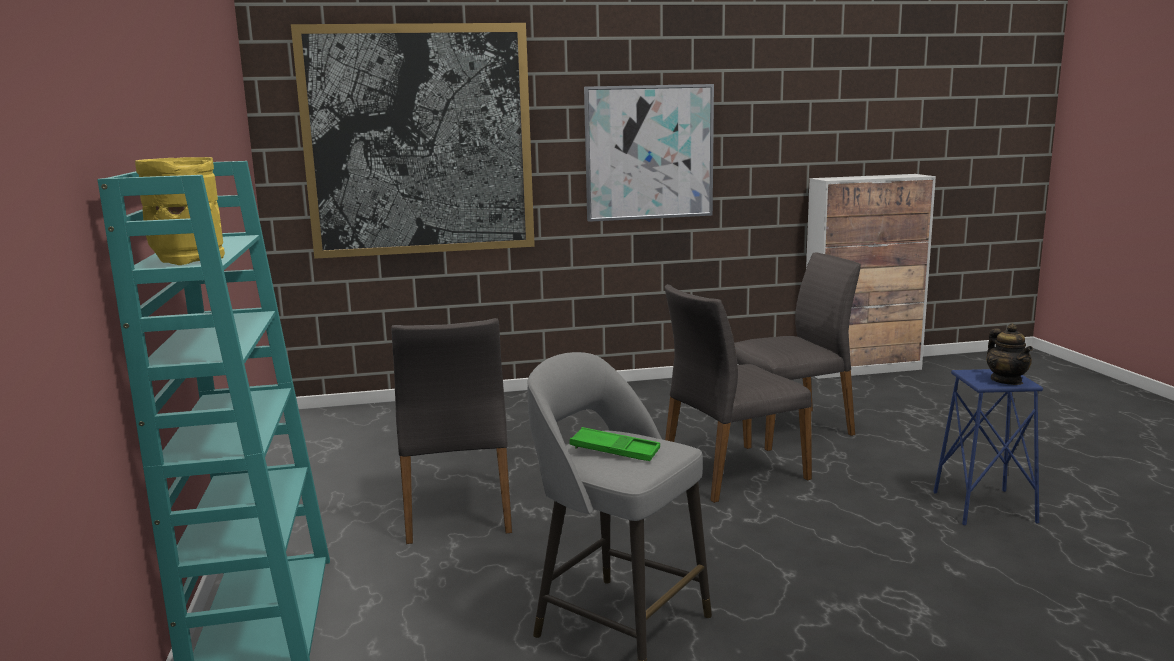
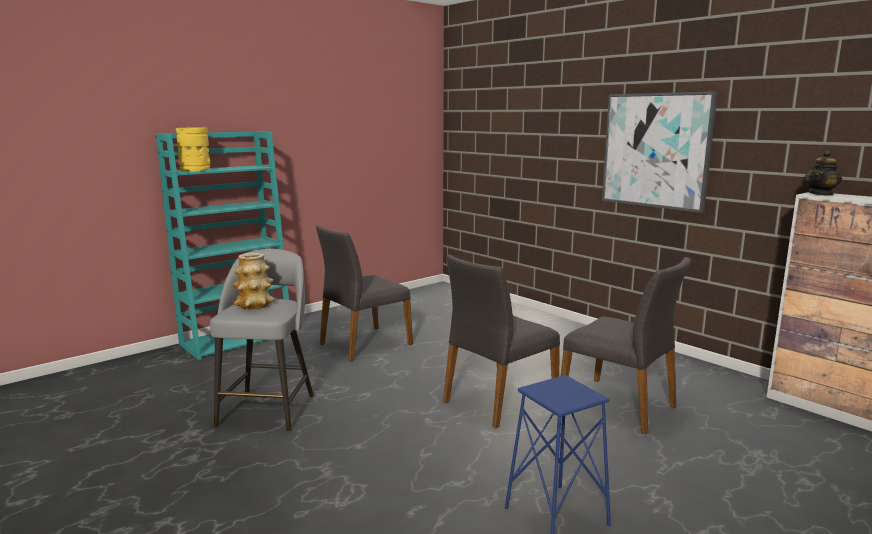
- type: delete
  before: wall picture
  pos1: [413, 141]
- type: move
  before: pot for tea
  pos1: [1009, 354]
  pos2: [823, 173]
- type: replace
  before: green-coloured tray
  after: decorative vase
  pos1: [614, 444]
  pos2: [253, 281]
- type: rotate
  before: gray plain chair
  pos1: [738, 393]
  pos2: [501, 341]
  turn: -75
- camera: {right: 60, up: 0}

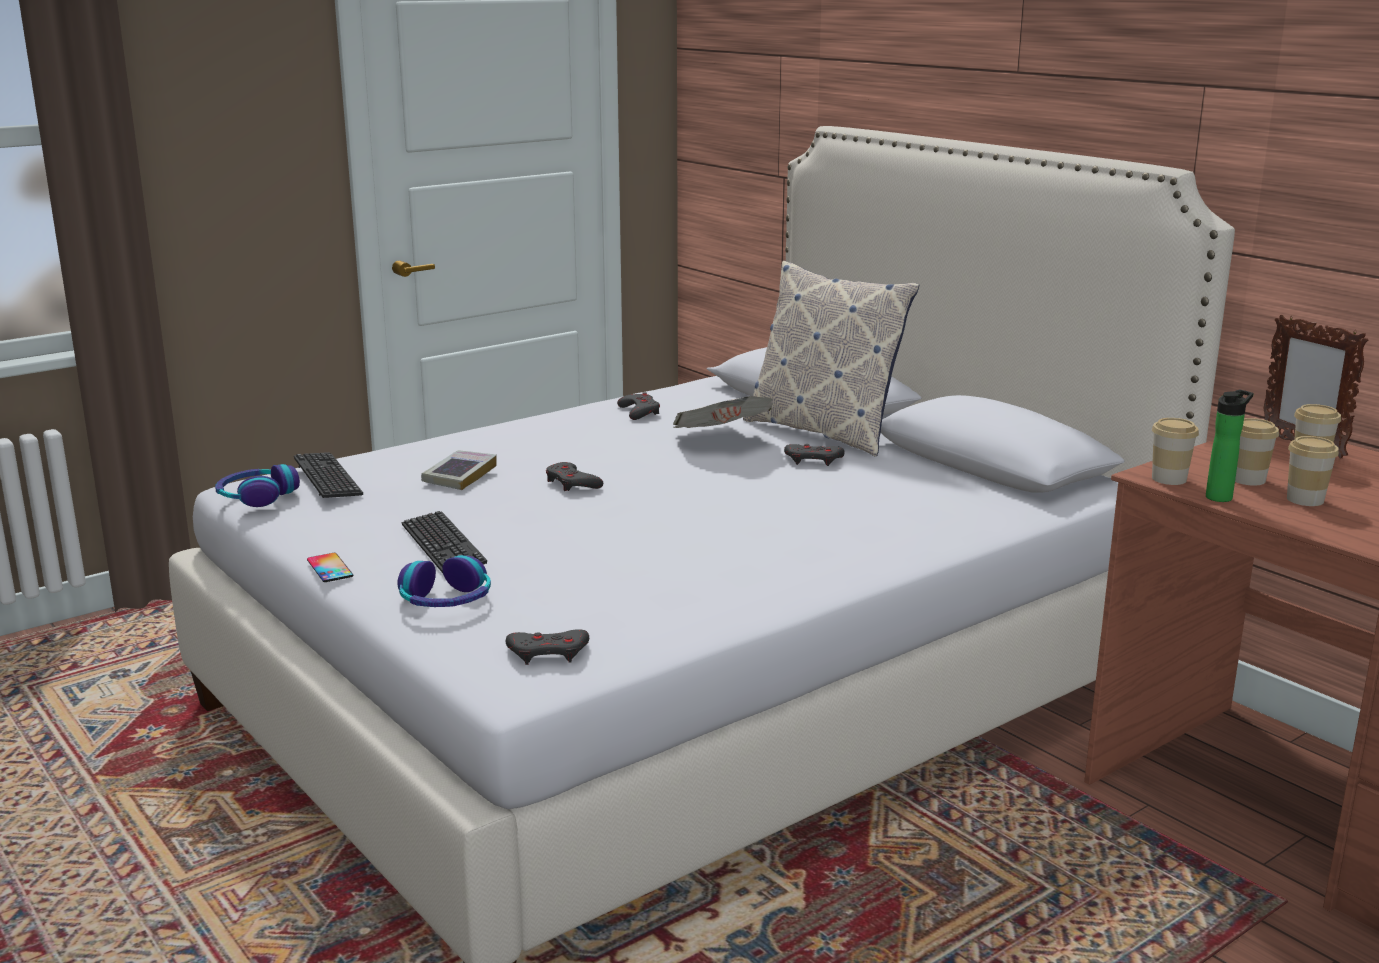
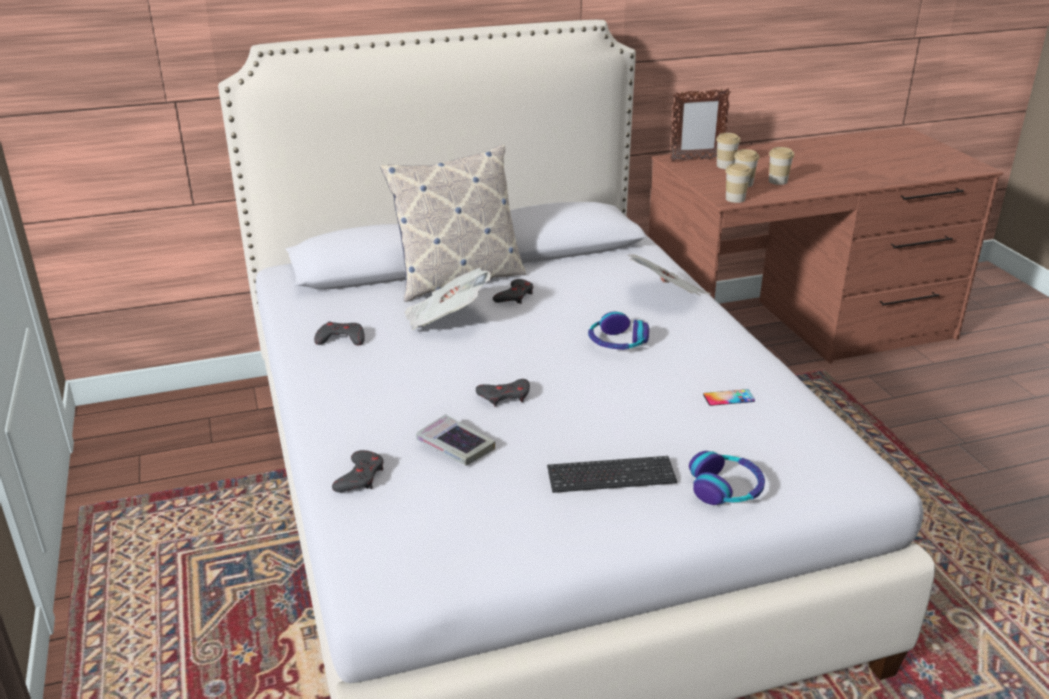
- type: delete
  before: PC keyboard
  pos1: [328, 475]
- type: delete
  before: beverage bottle
  pos1: [1229, 445]
- type: insert
  after: printed paper
  pos2: [669, 275]
- type: move
  before: pair of headphones
  pos1: [257, 485]
  pos2: [618, 330]
- type: move
  before: handset
  pos1: [330, 567]
  pos2: [729, 397]
- type: move
  before: gray joypad
  pos1: [547, 647]
  pos2: [358, 471]
- camera: {right: -70, up: 10}

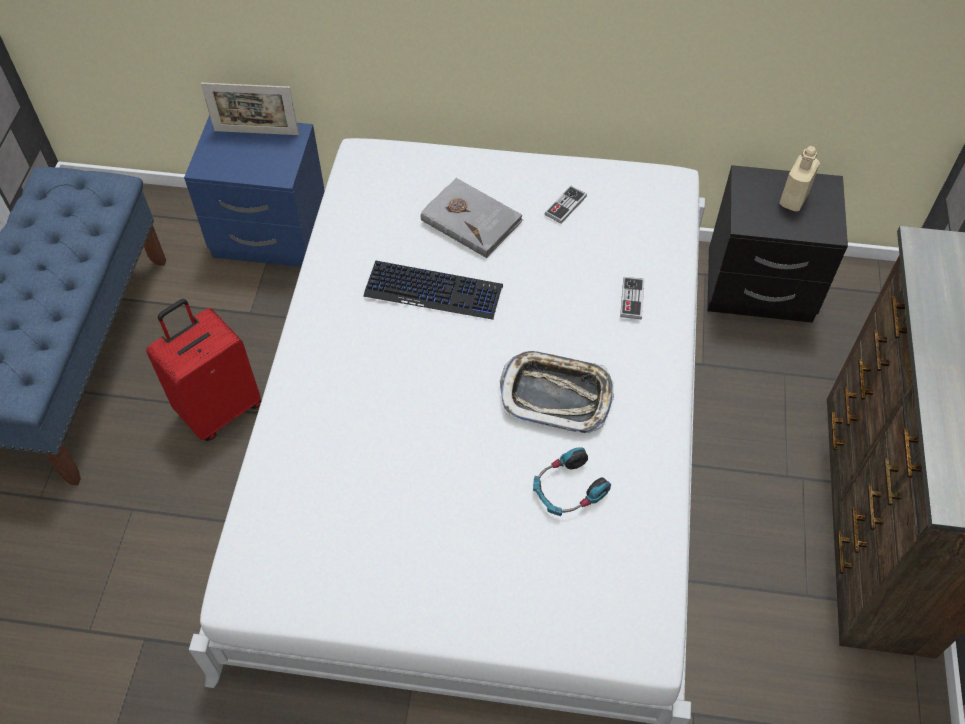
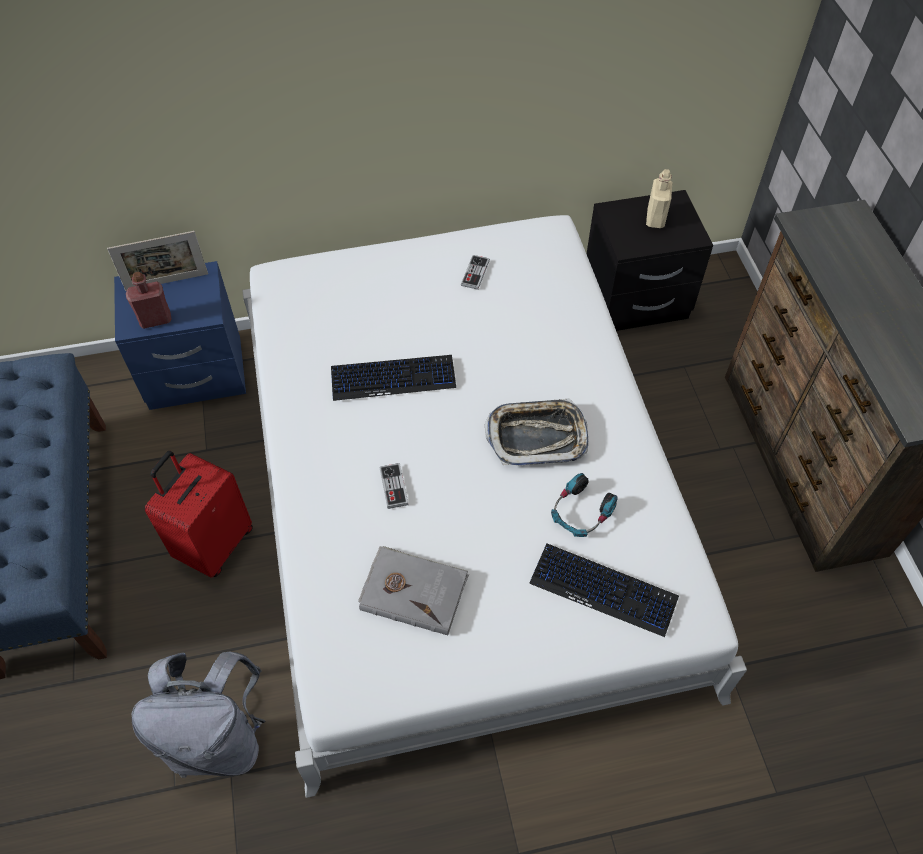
- type: insert
  after: red beverage bottle
  pos2: [149, 300]
- type: insert
  after: gray knapsack
  pos2: [198, 715]
- type: insert
  after: PC keyboard
  pos2: [604, 590]
- type: move
  before: gray volume
  pos1: [472, 218]
  pos2: [413, 590]
- type: move
  before: joypad
  pos1: [632, 298]
  pos2: [394, 486]
- camera: {right: -20, up: 0}

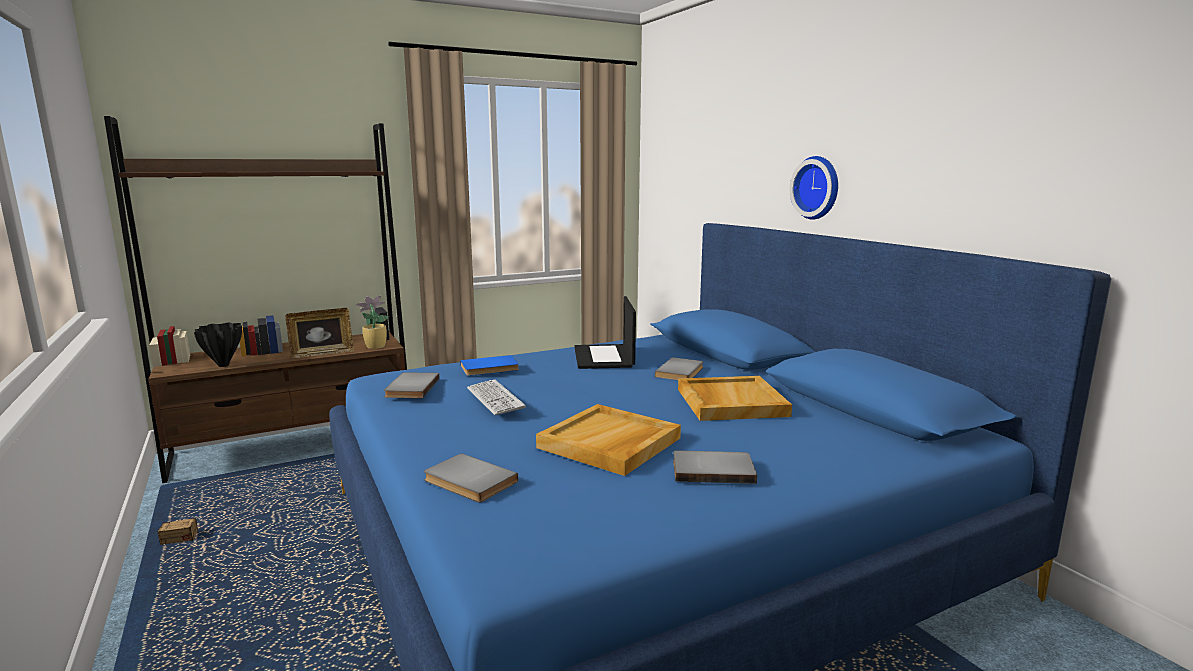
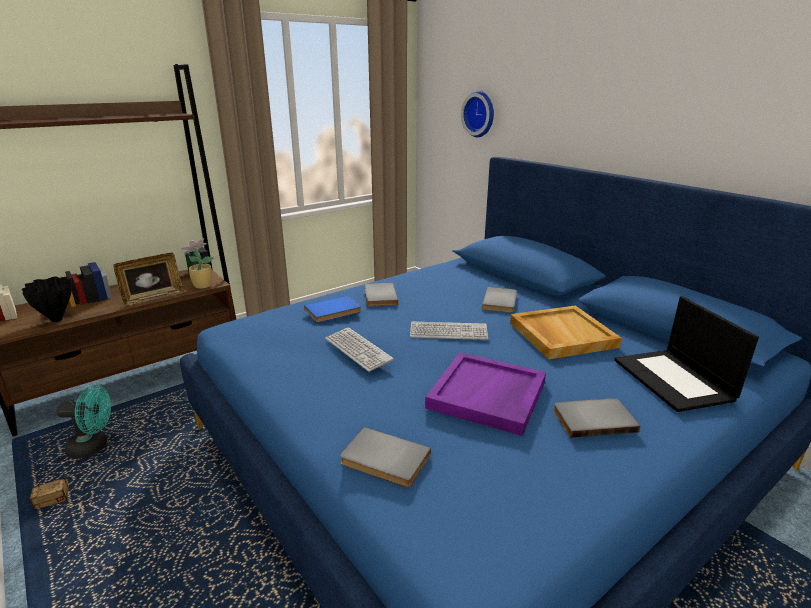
- type: insert
  after: turquoise fan
  pos2: [83, 421]
- type: insert
  after: PC keyboard
  pos2: [449, 331]
- type: move
  before: gray volume
  pos1: [412, 385]
  pos2: [381, 295]
- type: move
  before: portable computer
  pos1: [605, 332]
  pos2: [686, 354]
- type: move
  before: wall clock
  pos1: [814, 188]
  pos2: [477, 114]
- type: recolor
  before: beige tray
  after: purple-coloured tray
  pos1: [608, 440]
  pos2: [485, 394]
- camera: {right: -10, up: 10}

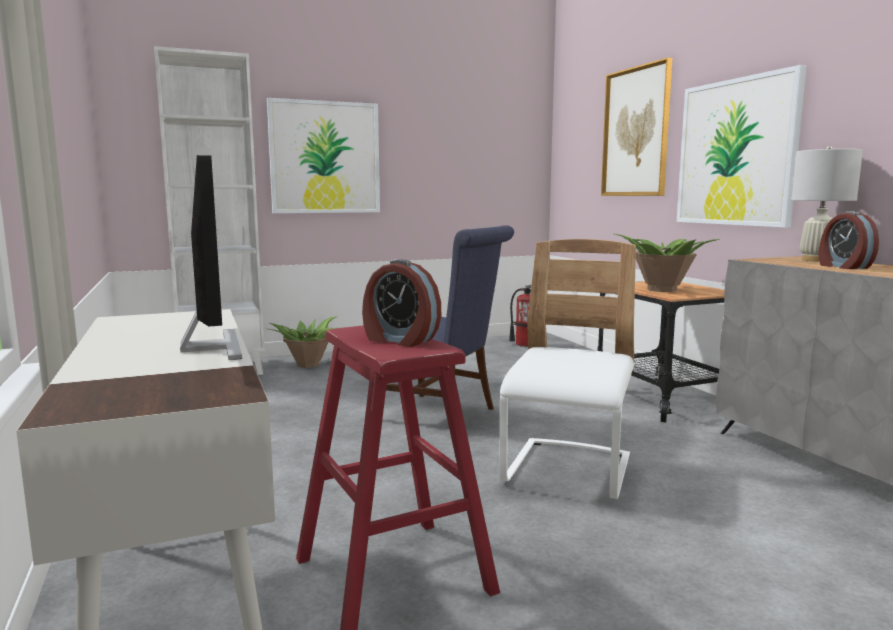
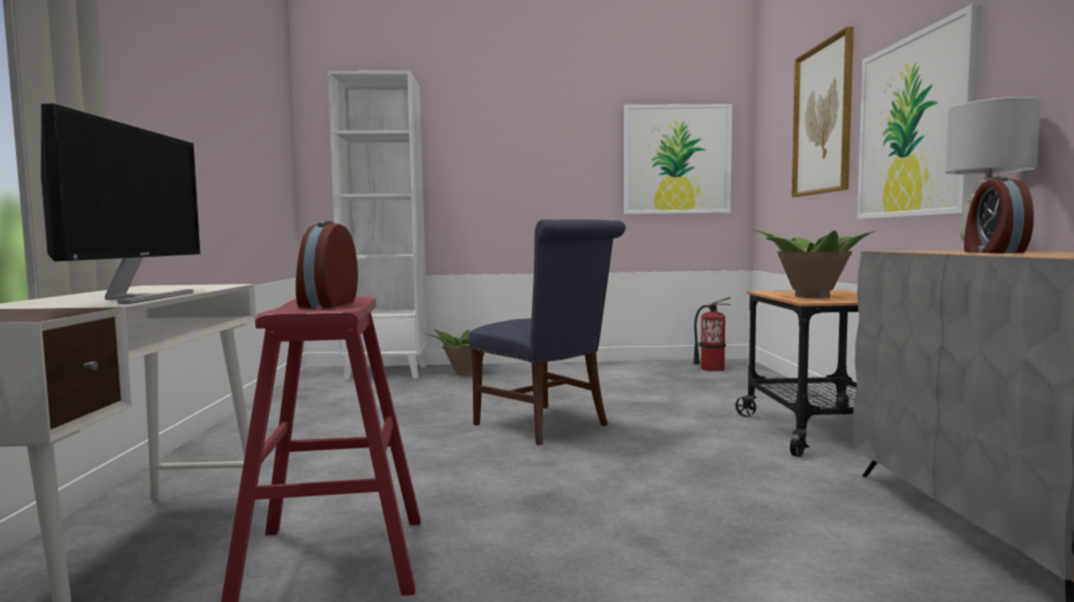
- type: delete
  before: whitish plain chair
  pos1: [567, 369]
- type: move
  before: wall picture
  pos1: [323, 155]
  pos2: [678, 159]
- type: rotate
  before: bedside clock
  pos1: [401, 303]
  pos2: [327, 264]
  turn: 45
- camera: {right: 20, up: -5}

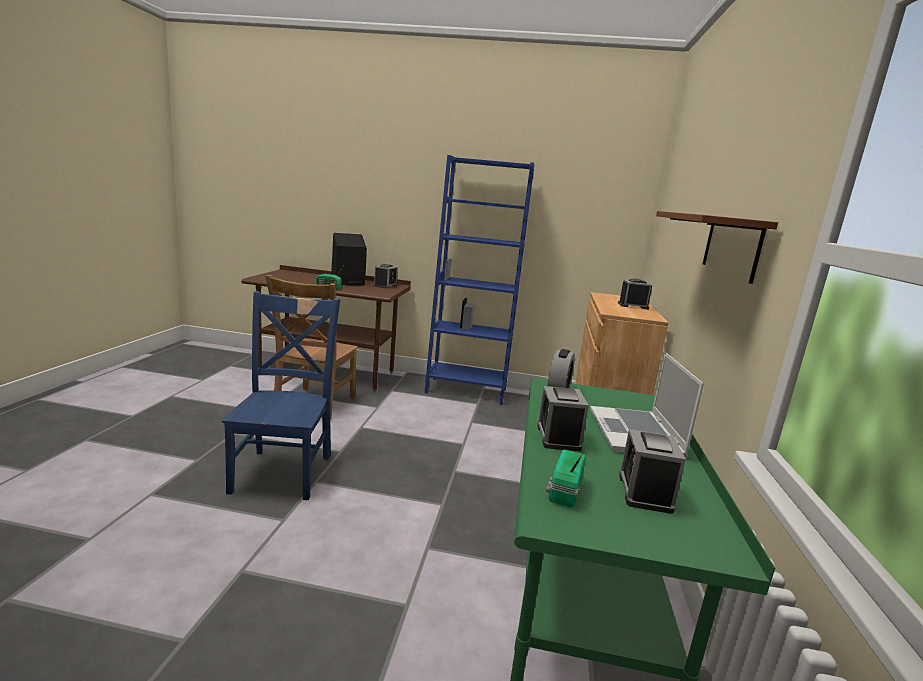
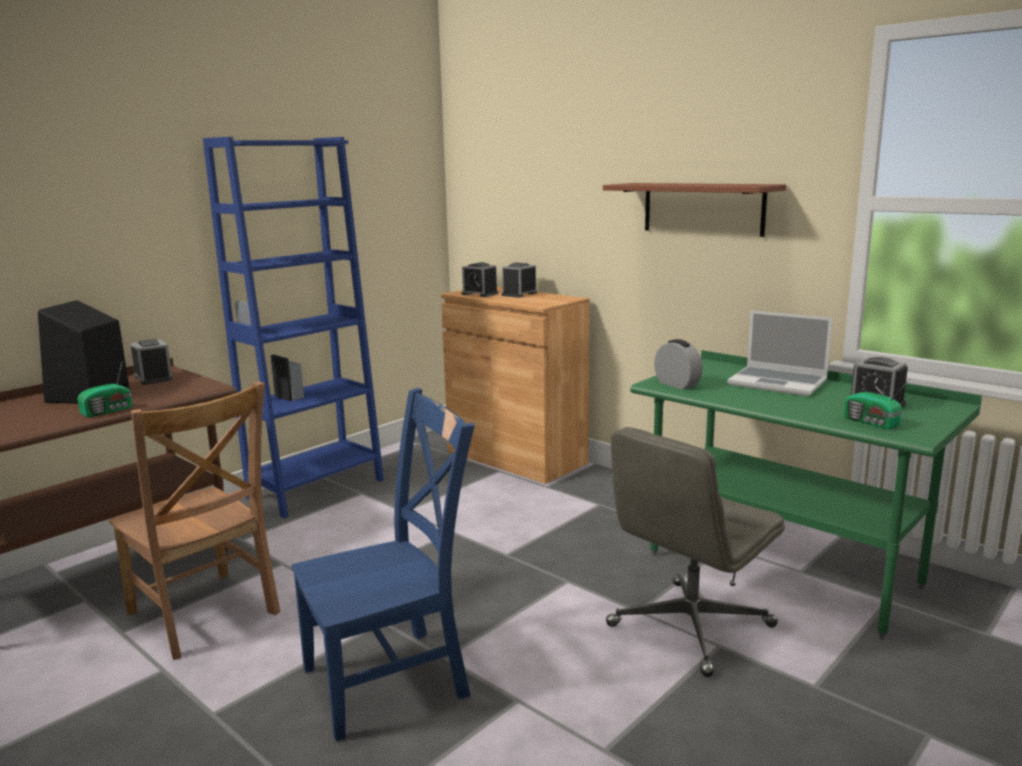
- type: insert
  after: gray desk chair
  pos2: [695, 552]
- type: move
  before: bedside clock
  pos1: [563, 418]
  pos2: [480, 279]
- type: rotate
  before: blue-coloured plain chair
  pos1: [281, 395]
  pos2: [383, 565]
  turn: 120
- camera: {right: -55, up: 0}

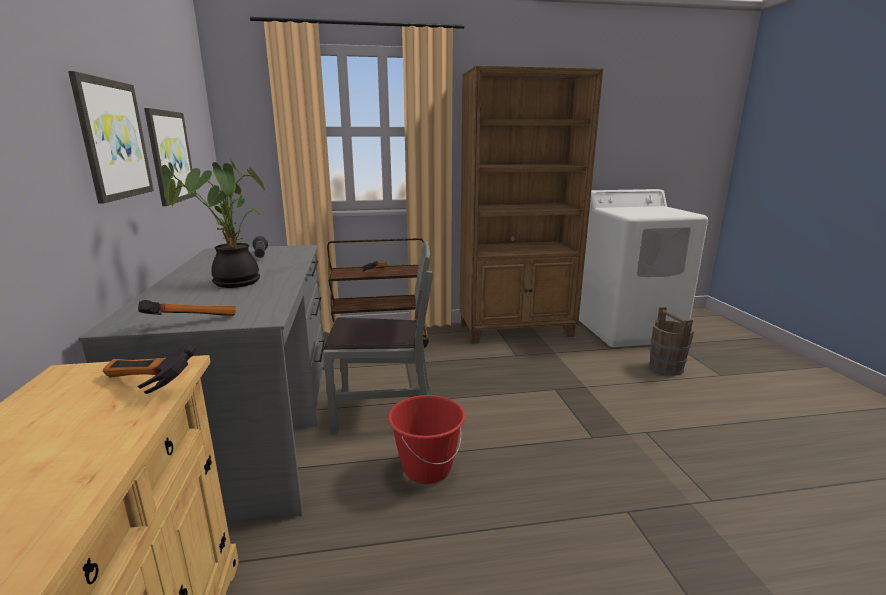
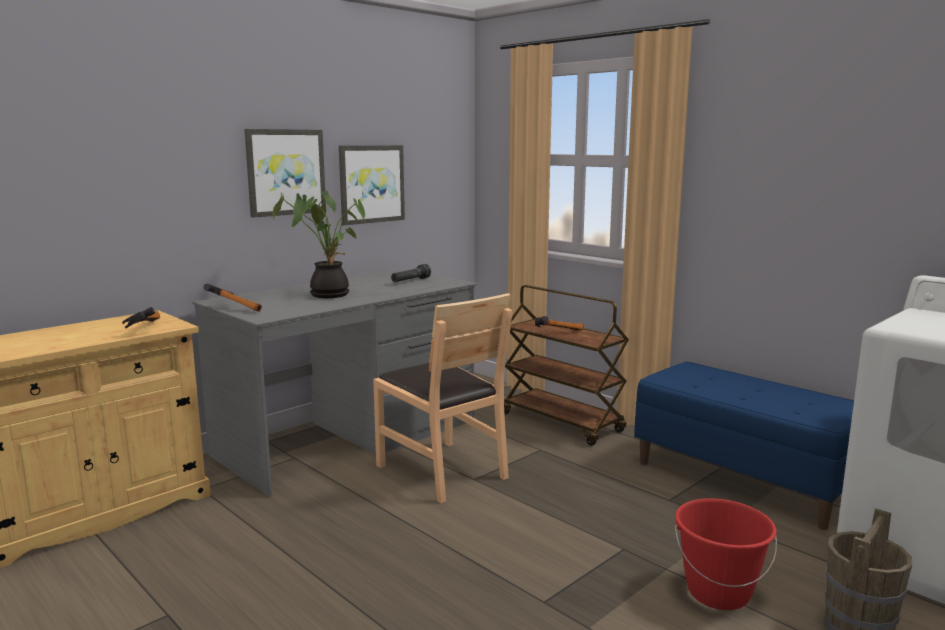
- type: move
  before: red water bucket
  pos1: [426, 439]
  pos2: [726, 554]
- type: replace
  before: brown bookshelf
  after: blue-coloured bench
  pos1: [531, 204]
  pos2: [744, 446]
- type: recolor
  before: gray plain chair
  after: brown plain chair
  pos1: [377, 337]
  pos2: [442, 398]
- camera: {right: 55, up: -5}

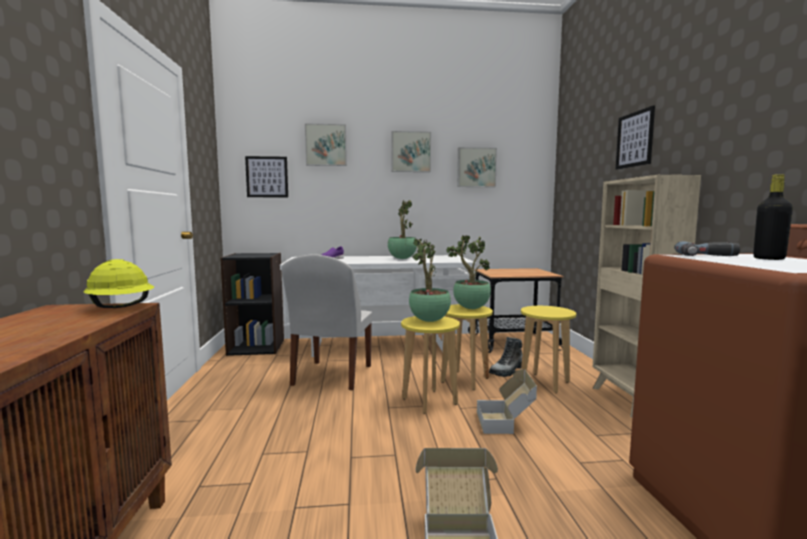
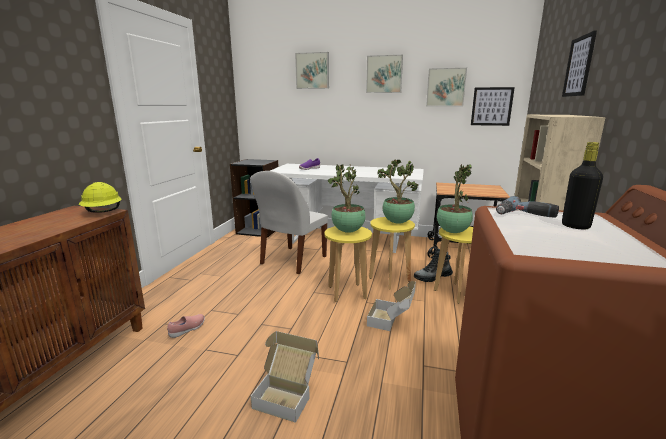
- type: insert
  after: pink-coloured shoe
  pos2: [186, 326]
- type: move
  before: wall picture
  pos1: [266, 176]
  pos2: [493, 106]
- type: move
  before: houseplant
  pos1: [402, 229]
  pos2: [455, 198]
- camera: {right: 20, up: 10}

